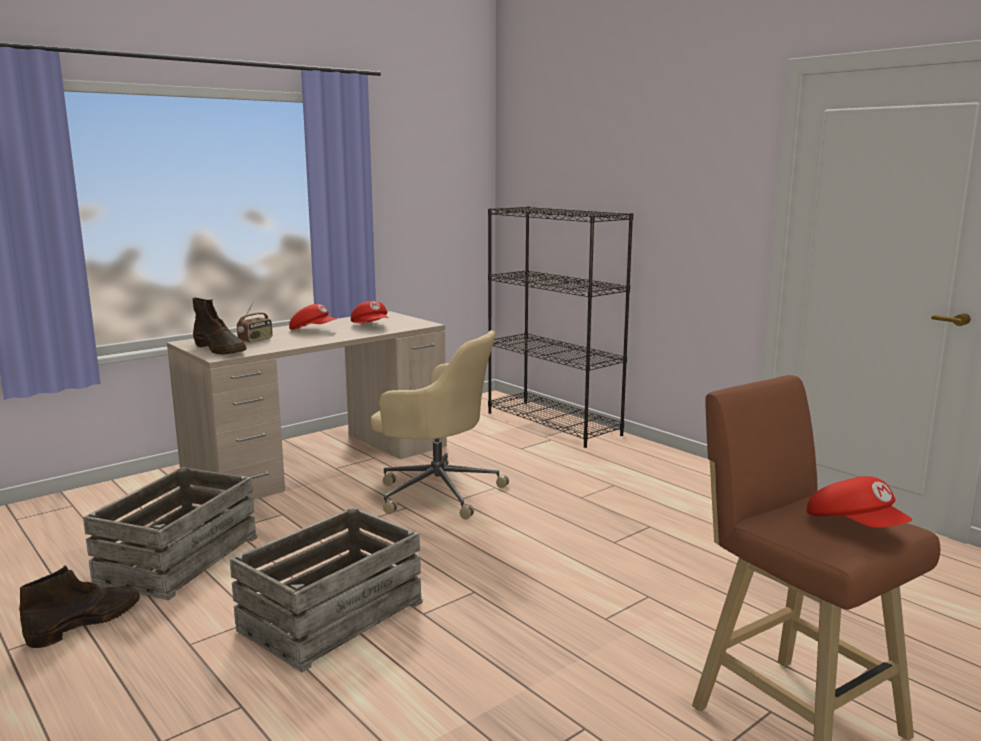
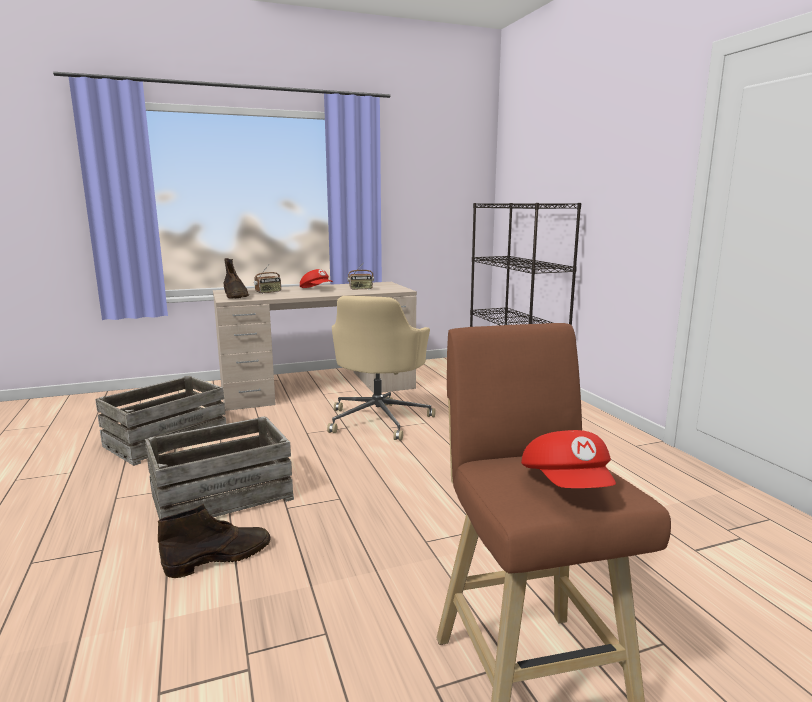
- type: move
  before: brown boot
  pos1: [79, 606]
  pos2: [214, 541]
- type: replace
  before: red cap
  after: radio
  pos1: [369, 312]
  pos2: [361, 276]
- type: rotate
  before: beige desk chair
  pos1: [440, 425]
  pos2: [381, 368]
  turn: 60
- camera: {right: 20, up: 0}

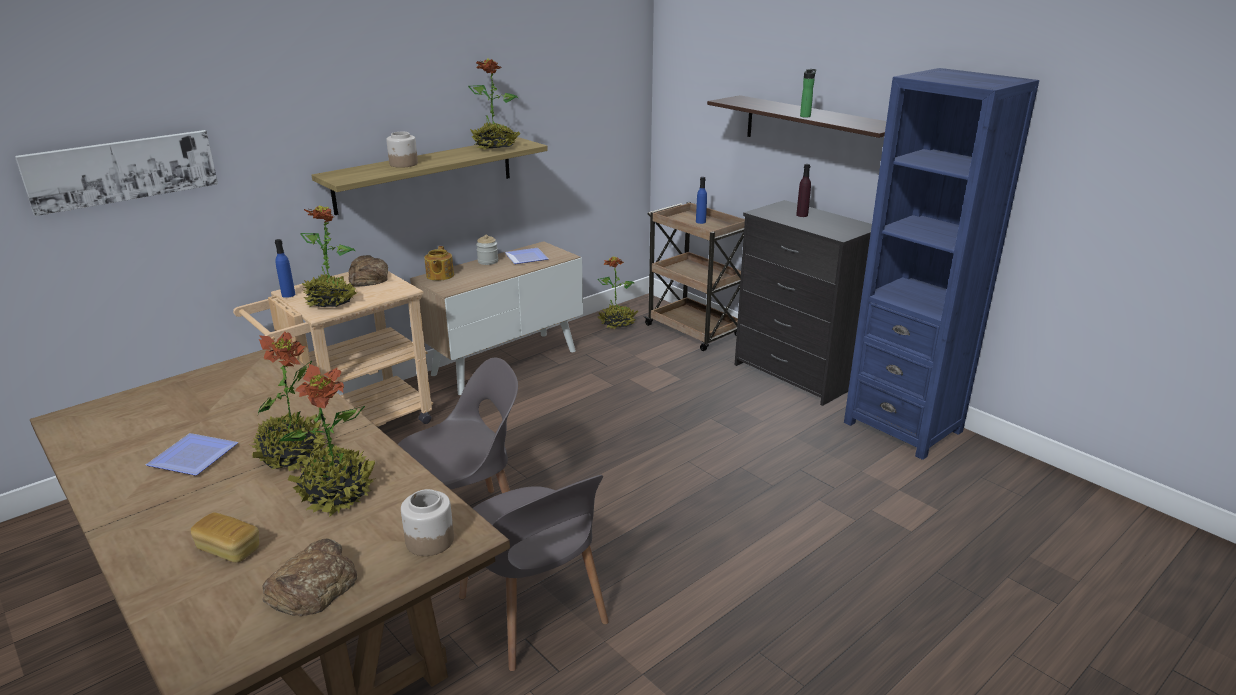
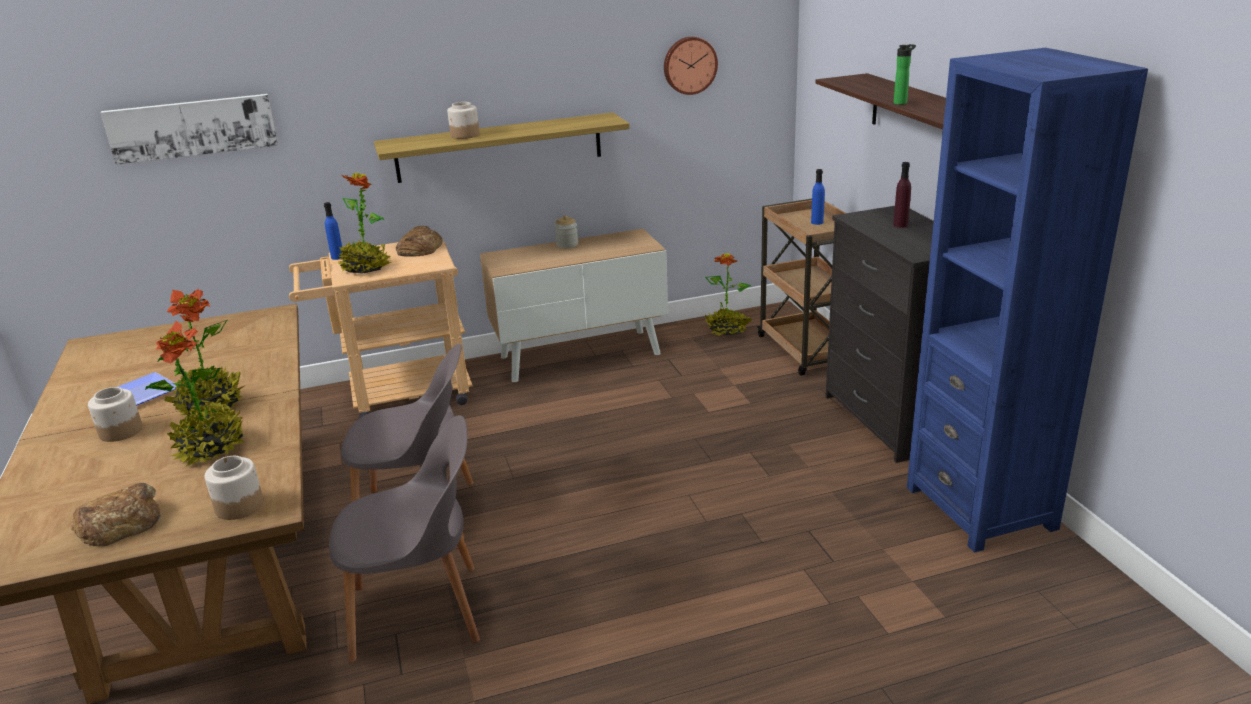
- type: delete
  before: bread
  pos1: [225, 537]
- type: delete
  before: pot for tea
  pos1: [439, 263]
- type: delete
  before: houseplant
  pos1: [494, 103]
- type: delete
  before: dinner plate
  pos1: [527, 256]
- type: insert
  after: jar
  pos2: [115, 414]
- type: insert
  after: wall clock
  pos2: [691, 66]
- type: rotate
  before: gray plain chair
  pos1: [534, 573]
  pos2: [404, 539]
  turn: -90
- camera: {right: 25, up: 0}

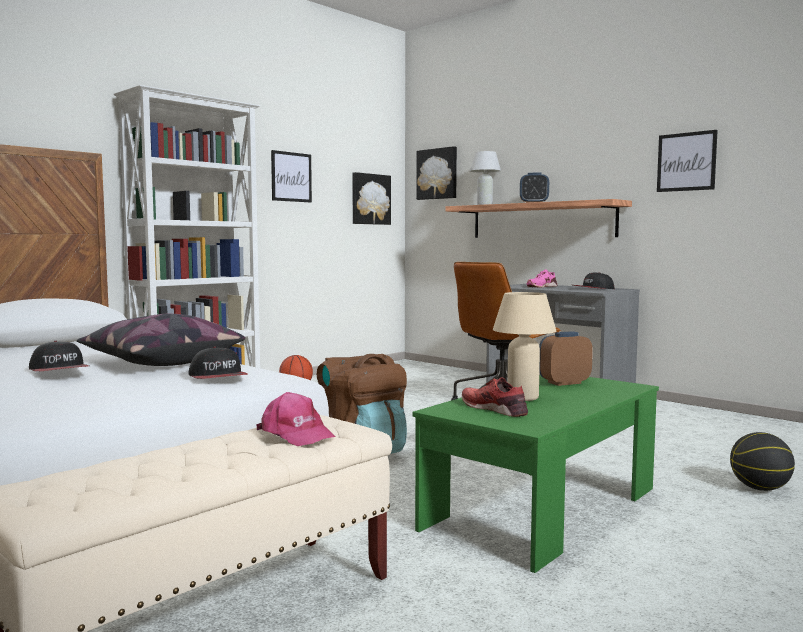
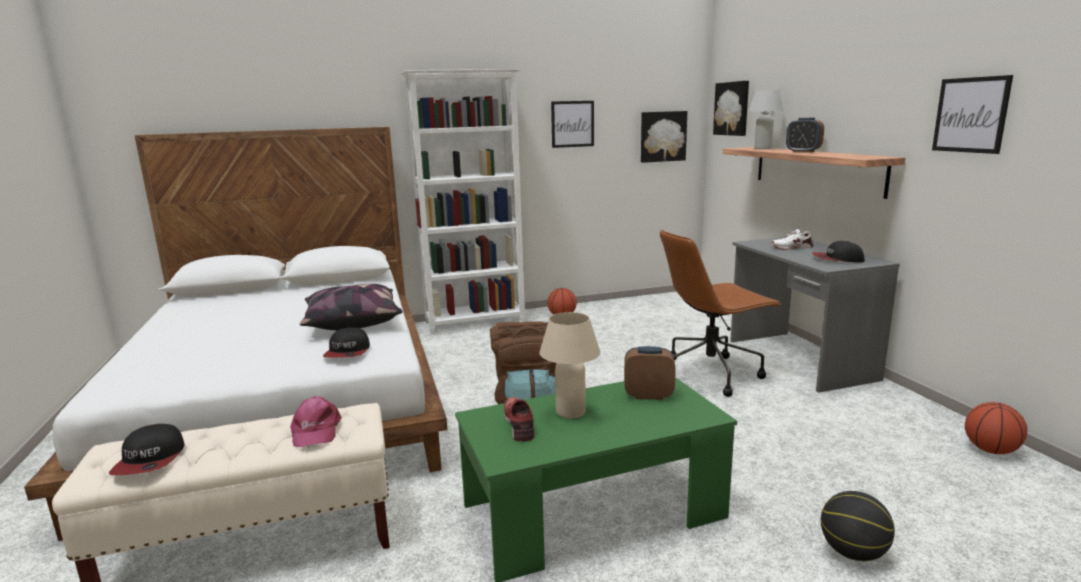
- type: insert
  after: basketball
  pos2: [996, 428]
- type: move
  before: cap
  pos1: [59, 356]
  pos2: [146, 449]
- type: recolor
  before: pink-coloured shoe
  after: whitish shoe
  pos1: [542, 278]
  pos2: [792, 239]
- camera: {right: 30, up: 10}

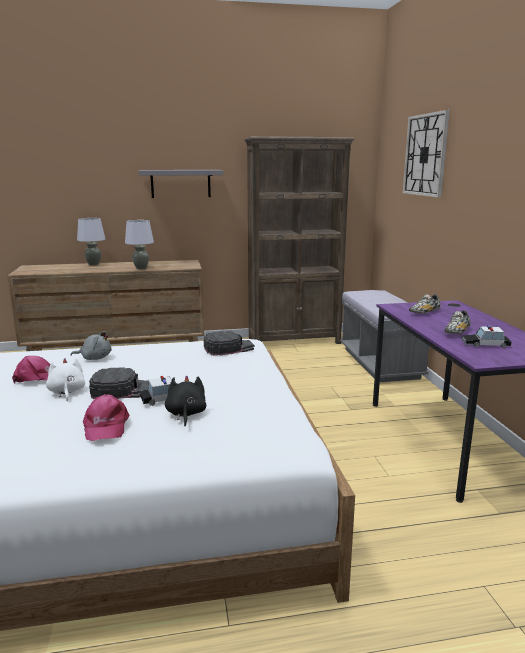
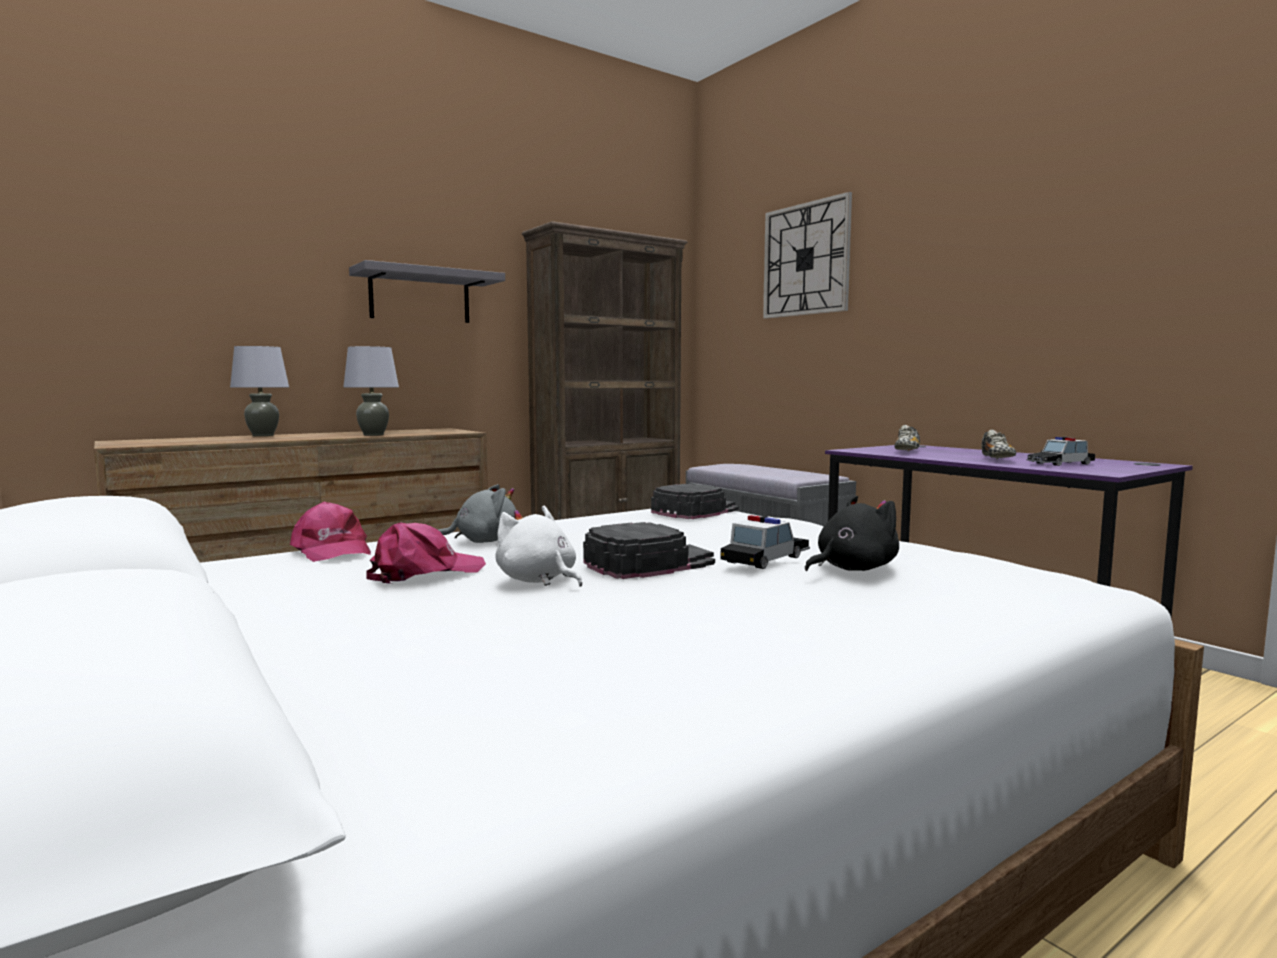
- type: move
  before: pink-coloured cap
  pos1: [106, 417]
  pos2: [330, 532]
- type: rotate
  before: blackish plush toy
  pos1: [185, 400]
  pos2: [852, 533]
  turn: 90
- camera: {right: -25, up: -10}

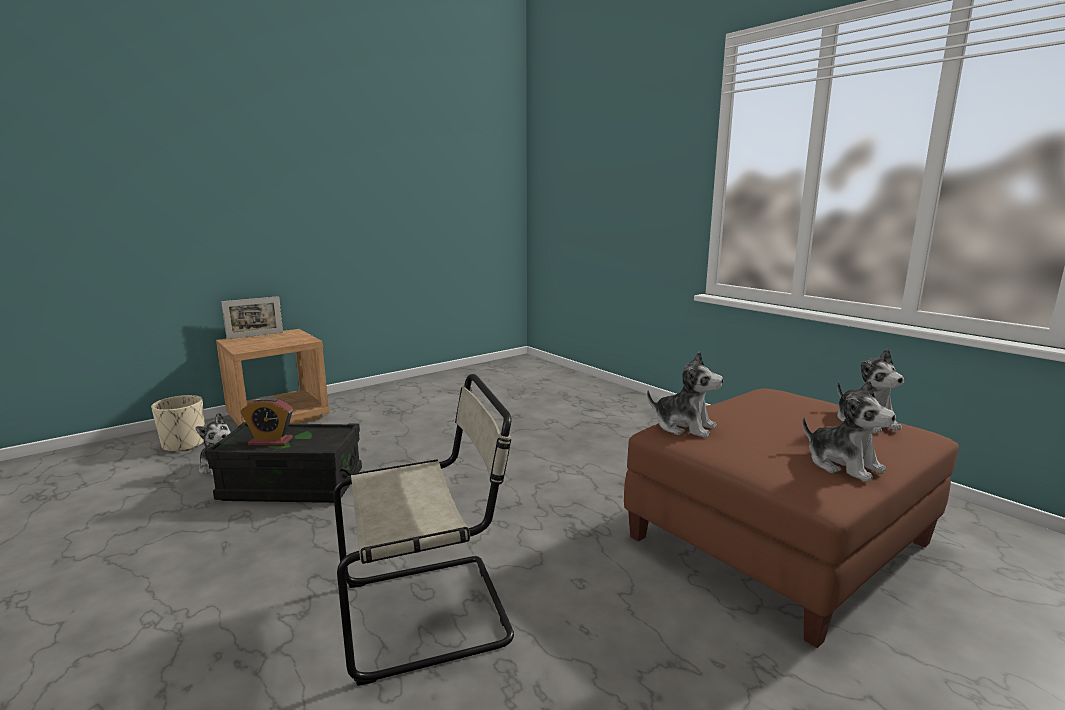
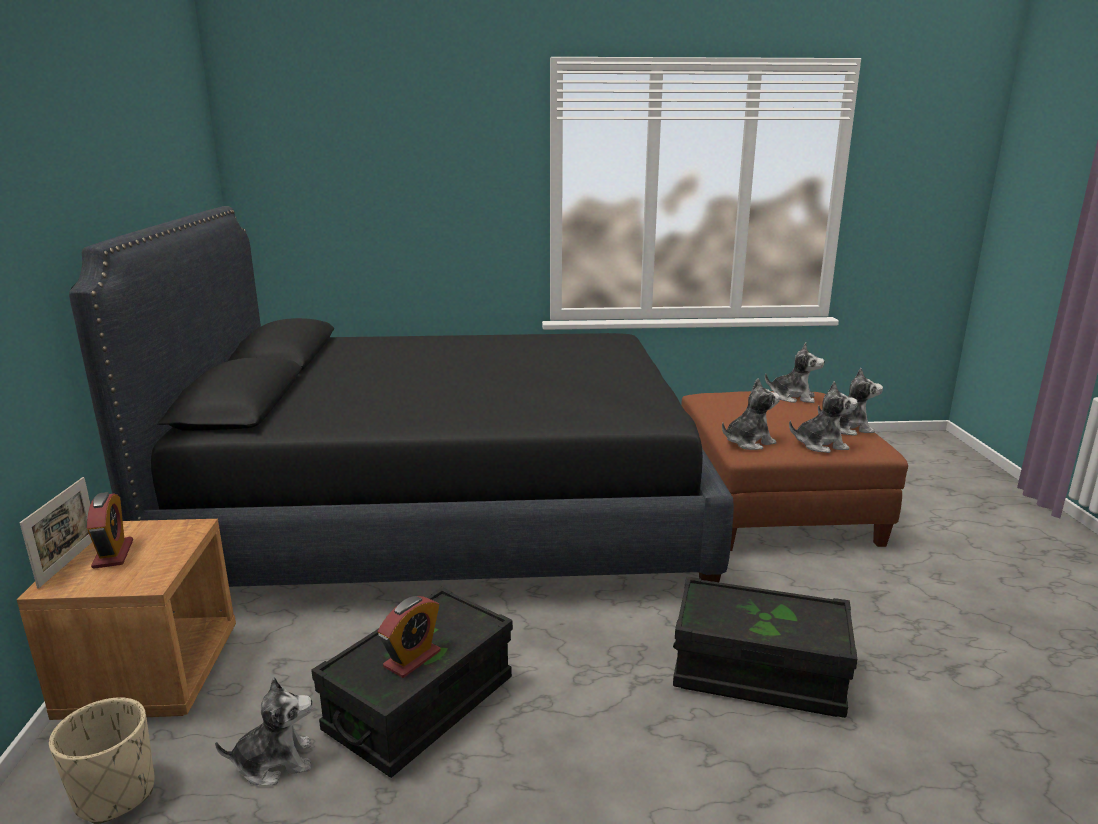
- type: insert
  after: blackish bedroom bed
  pos2: [401, 396]
- type: insert
  after: bedside clock
  pos2: [110, 530]
- type: insert
  after: plush toy
  pos2: [823, 417]
- type: replace
  before: beige plain chair
  after: blackish storage container
  pos1: [423, 530]
  pos2: [765, 647]
- camera: {right: -55, up: 5}

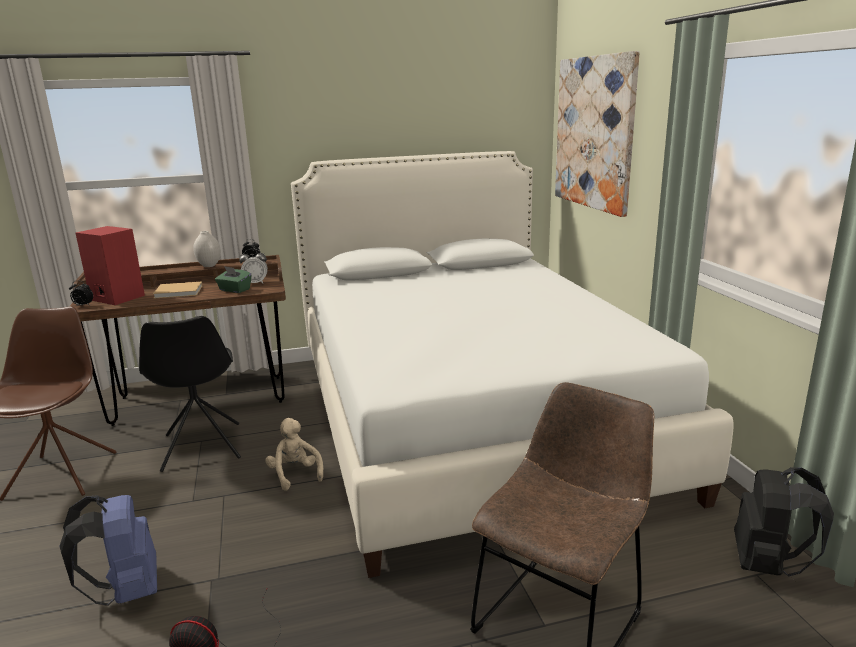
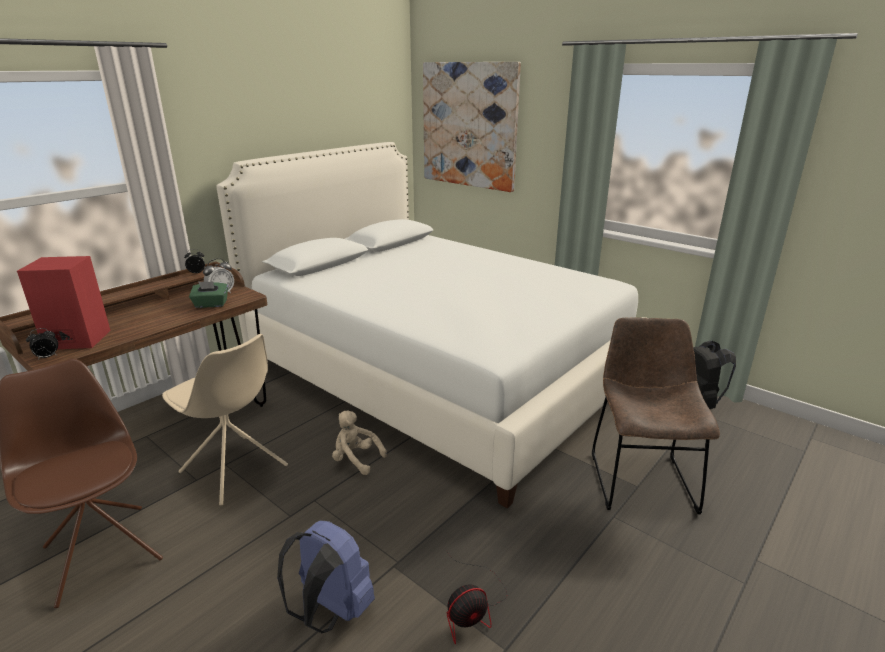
- type: delete
  before: beige volume
  pos1: [178, 290]
- type: delete
  before: whitish decorative vase
  pos1: [207, 249]
- type: recolor
  before: blackish plain chair
  after: beige plain chair
  pos1: [190, 394]
  pos2: [225, 420]
- camera: {right: -35, up: 5}

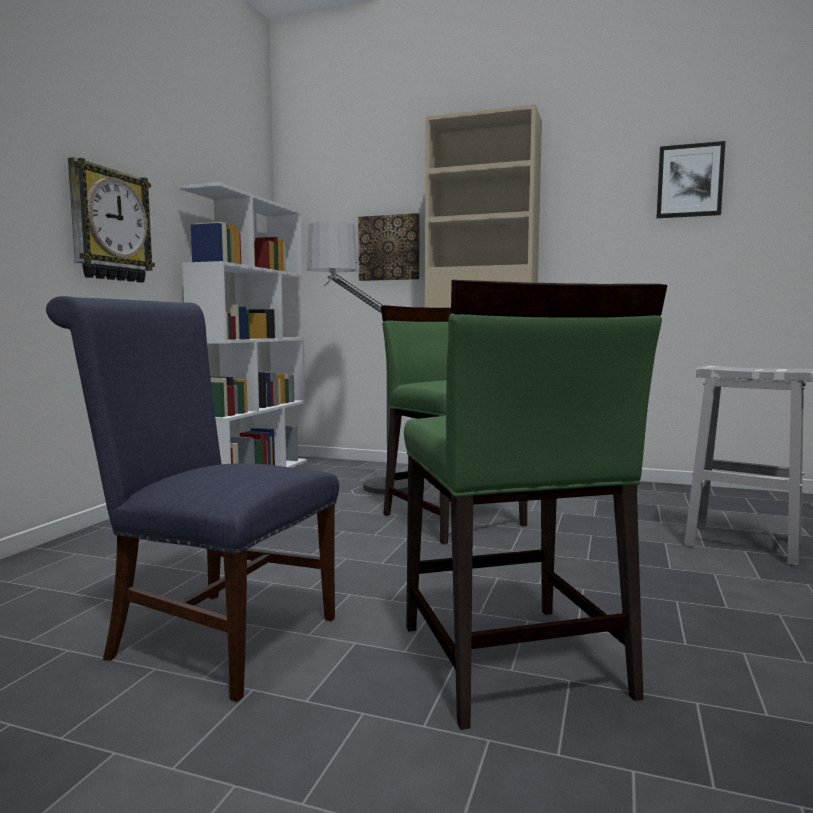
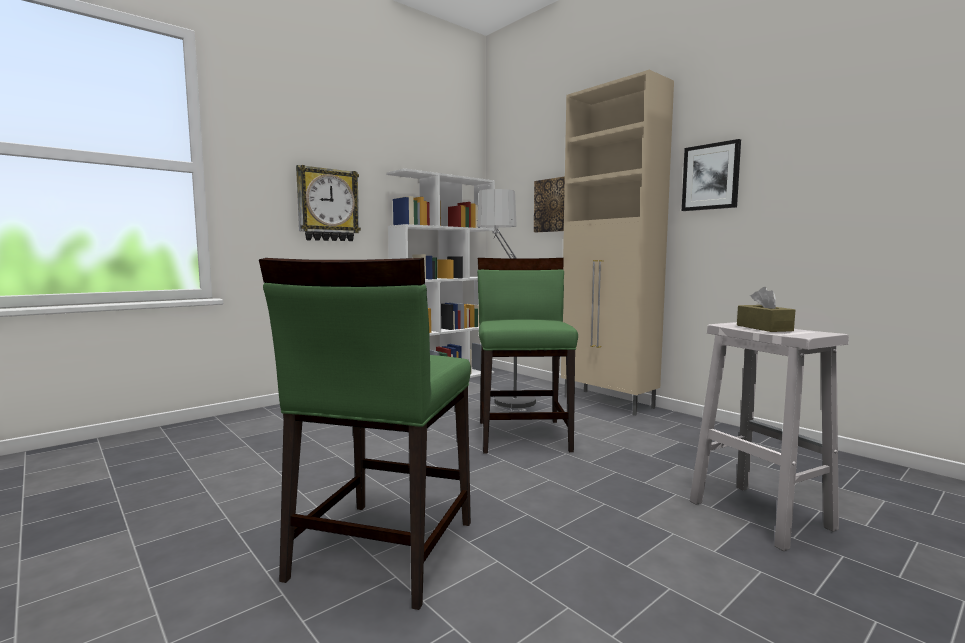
- type: delete
  before: blue-coloured plain chair
  pos1: [192, 499]
- type: insert
  after: brown tissue box
  pos2: [766, 309]
- type: move
  before: wall picture
  pos1: [691, 179]
  pos2: [711, 175]
- camera: {right: 30, up: 0}

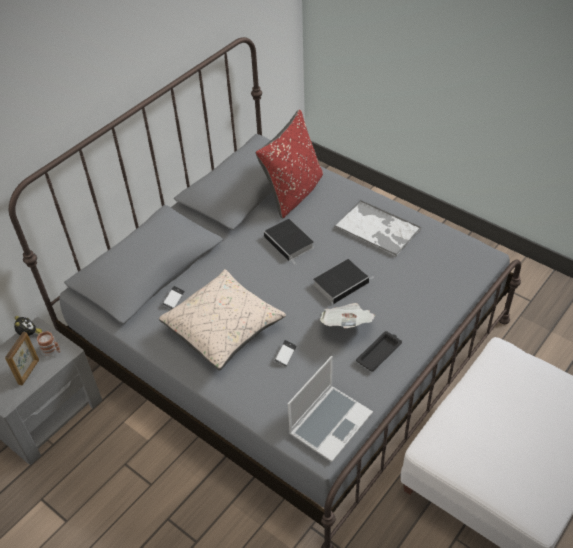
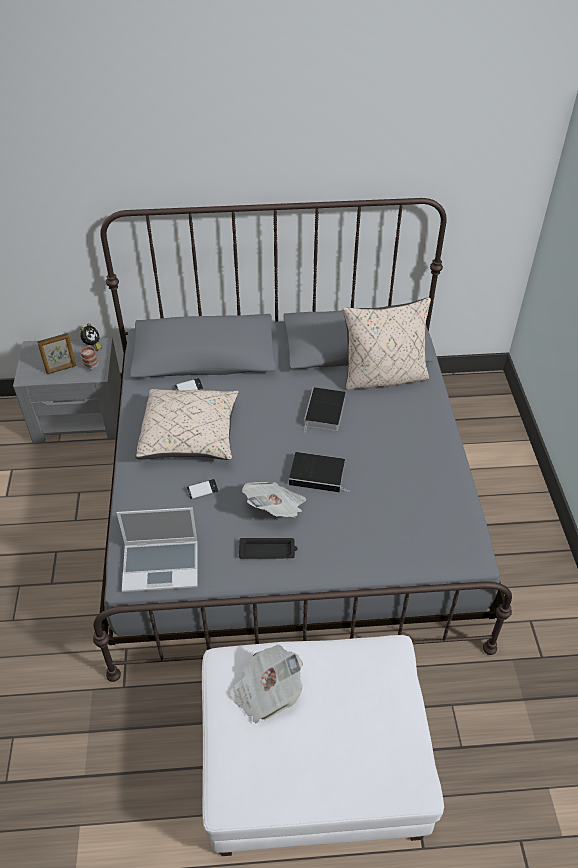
- type: delete
  before: tray
  pos1: [378, 228]
- type: insert
  after: printed paper
  pos2: [266, 684]
- type: recolor
  before: red cushion
  after: beige cushion
  pos1: [289, 164]
  pos2: [387, 343]
- camera: {right: 45, up: 0}

